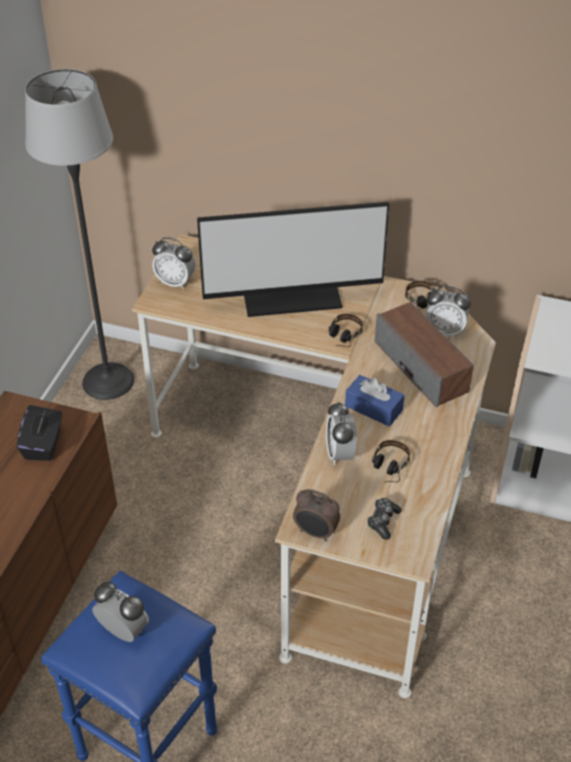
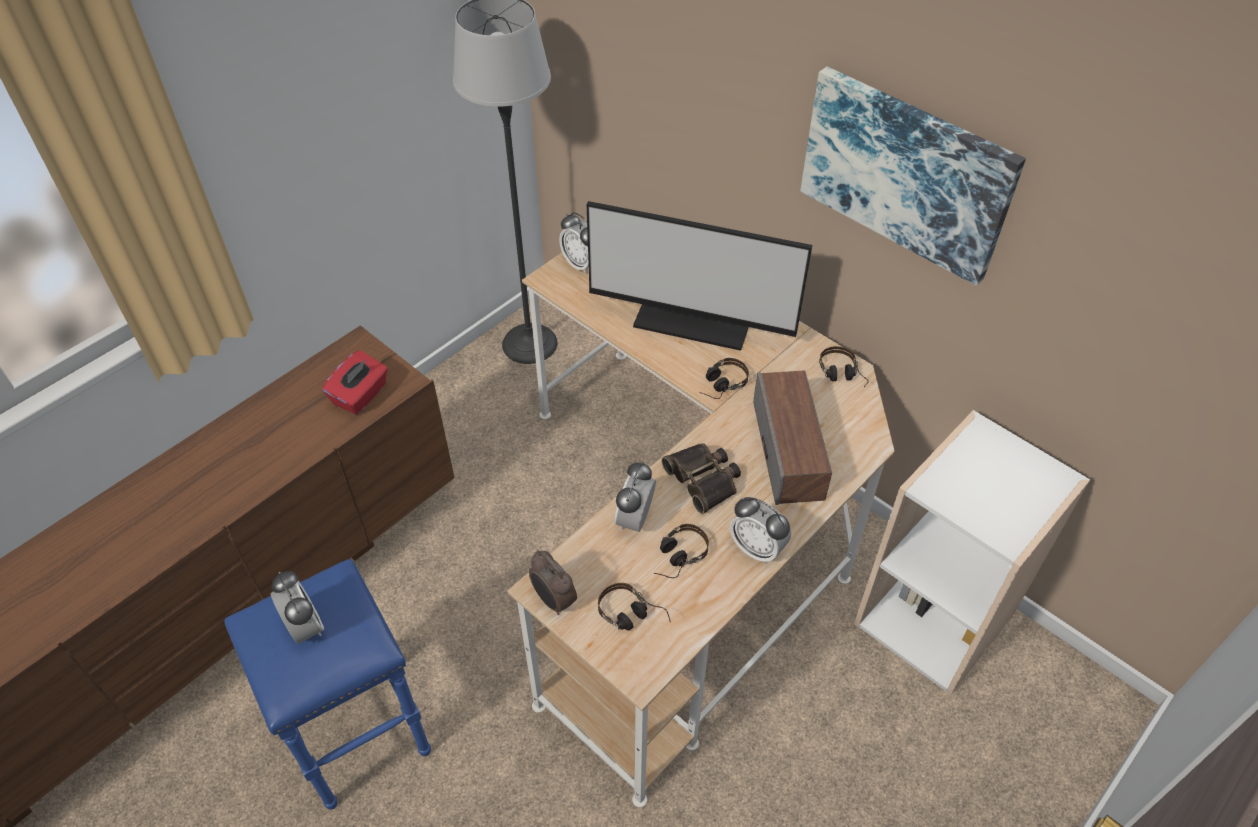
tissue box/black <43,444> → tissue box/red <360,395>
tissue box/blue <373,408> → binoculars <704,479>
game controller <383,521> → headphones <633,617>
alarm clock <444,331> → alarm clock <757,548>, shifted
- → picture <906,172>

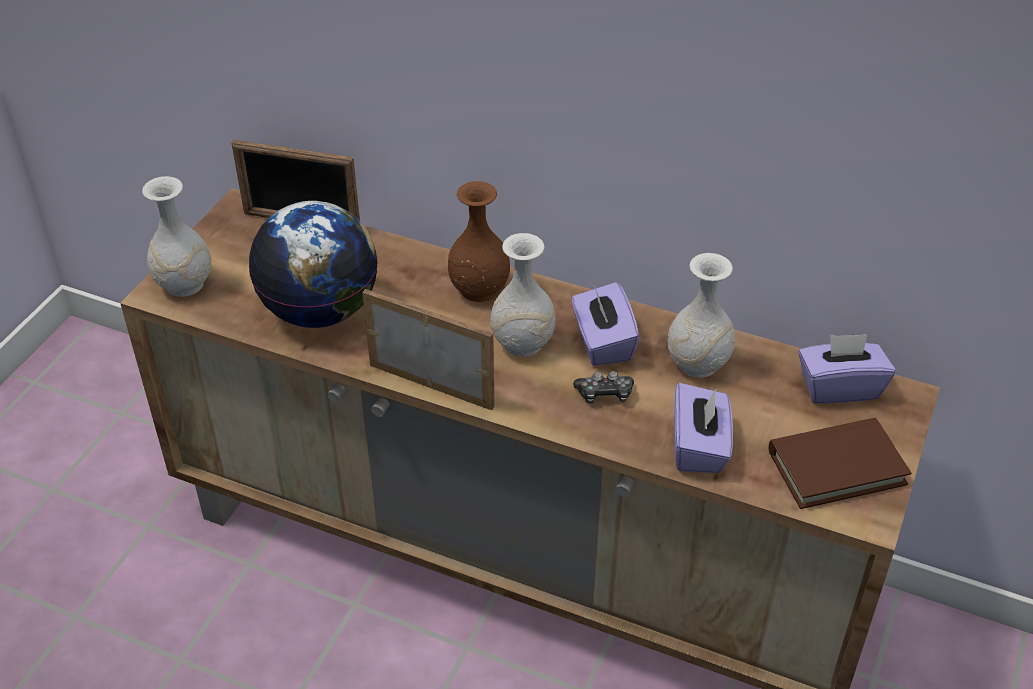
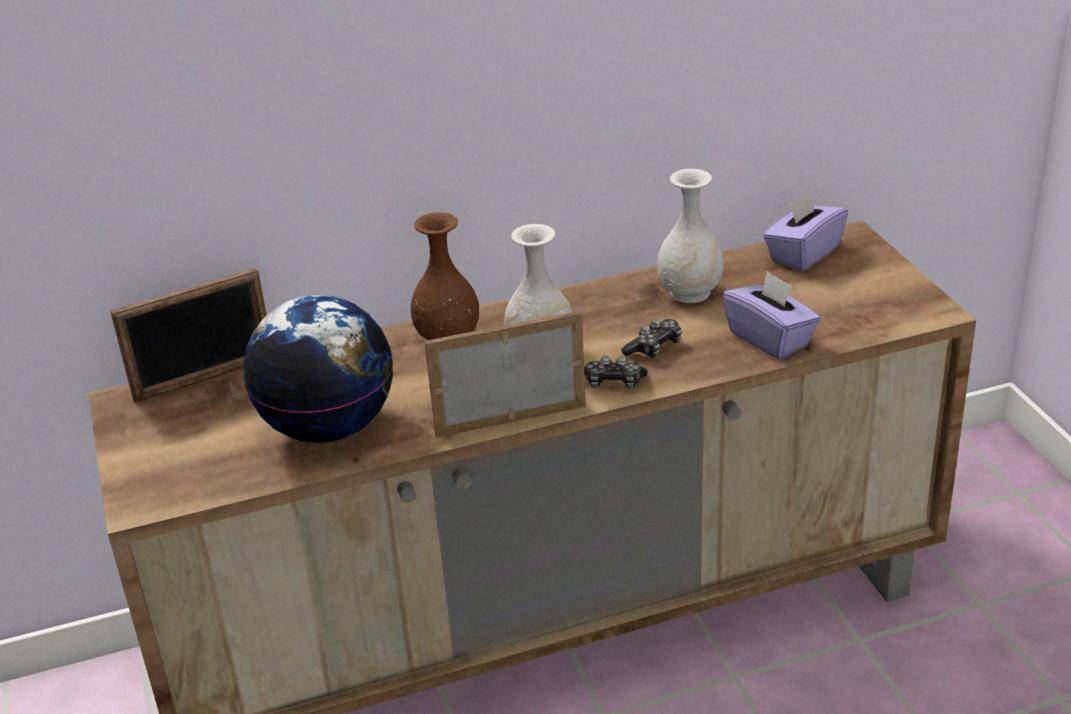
vase/white <184,284> → -
tissue box/purple <602,343> → -
book/brown <836,467> → -
- → game controller <613,382>

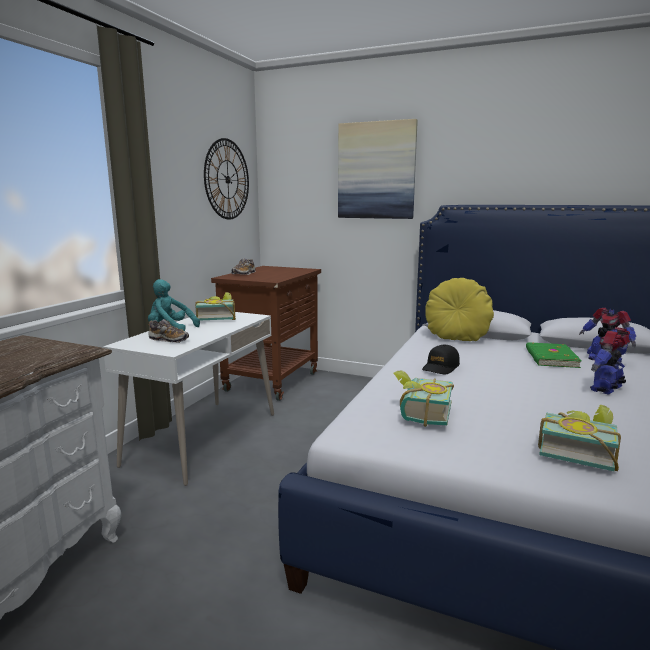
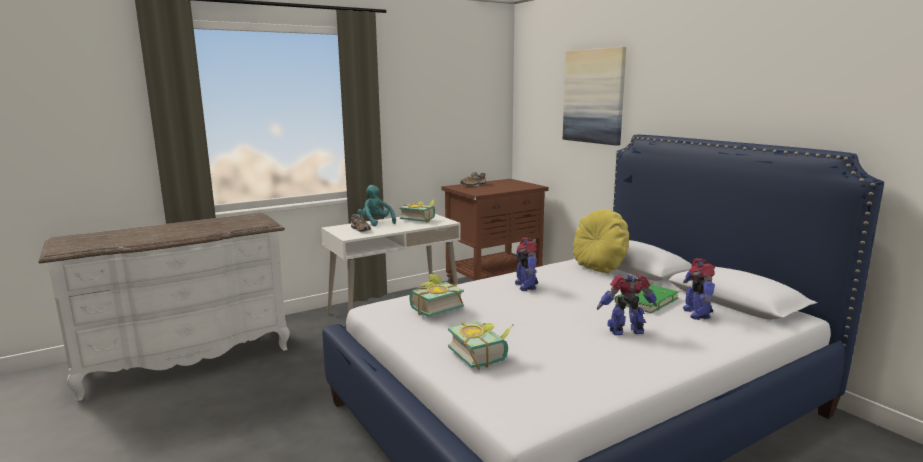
wall clock <227,179> → -
cap/black <441,367> → toy robot <526,286>

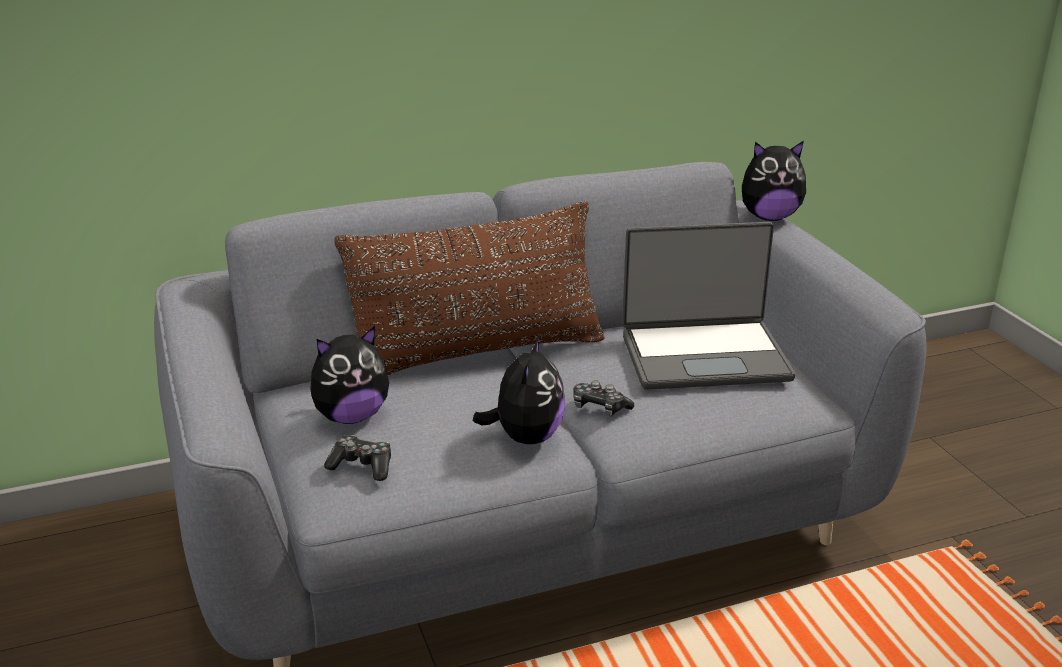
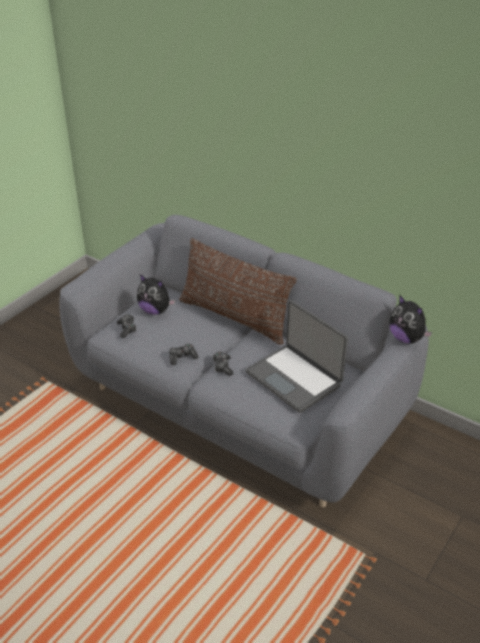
plush toy <525,437> → game controller <182,357>

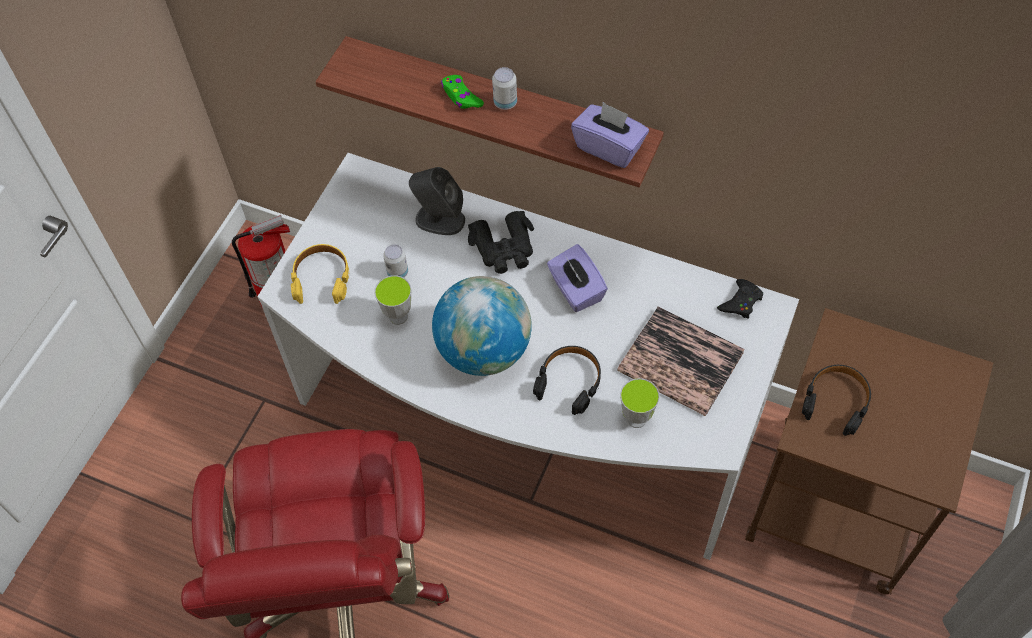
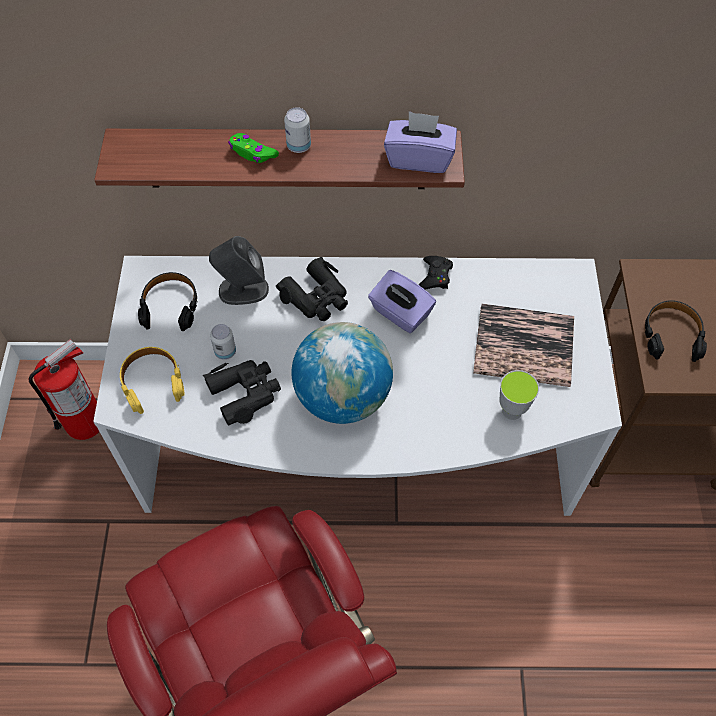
cup <398,316> → binoculars/black <245,393>
headphones/black <569,382> → headphones/black <170,306>, shifted
game controller/black <741,302> → game controller/black <435,276>, shifted

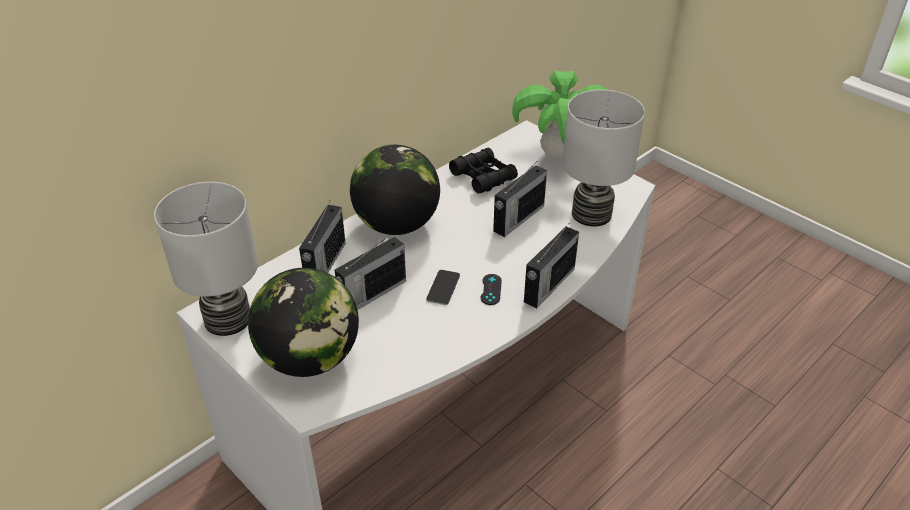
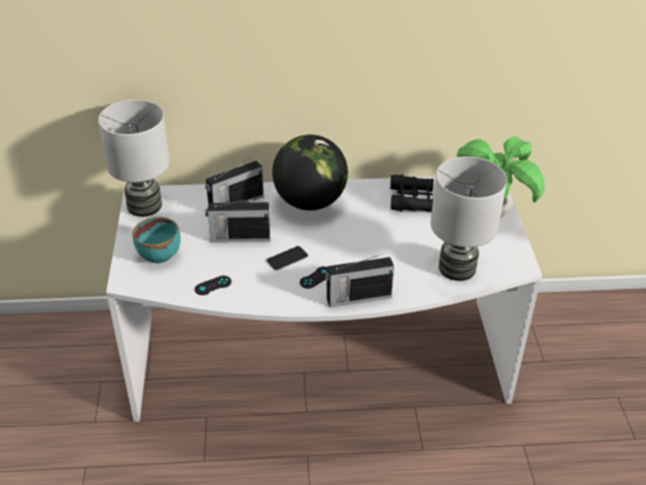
globe <310,358> → bowl/turquoise <159,254>
radio <518,219> → -
- → game controller/black <213,285>

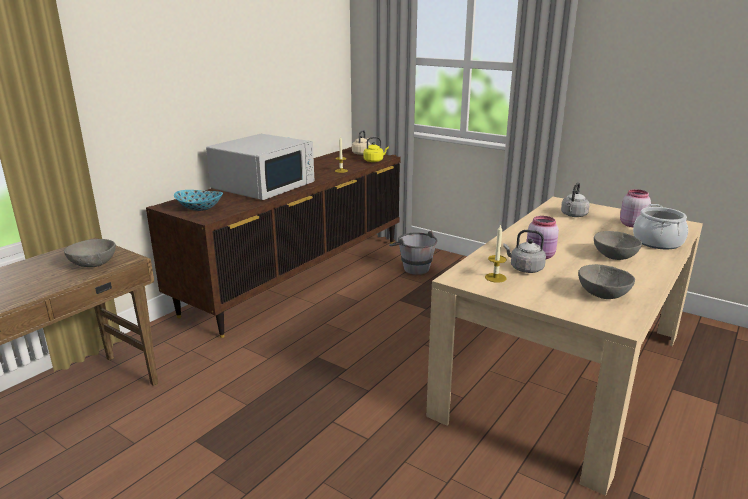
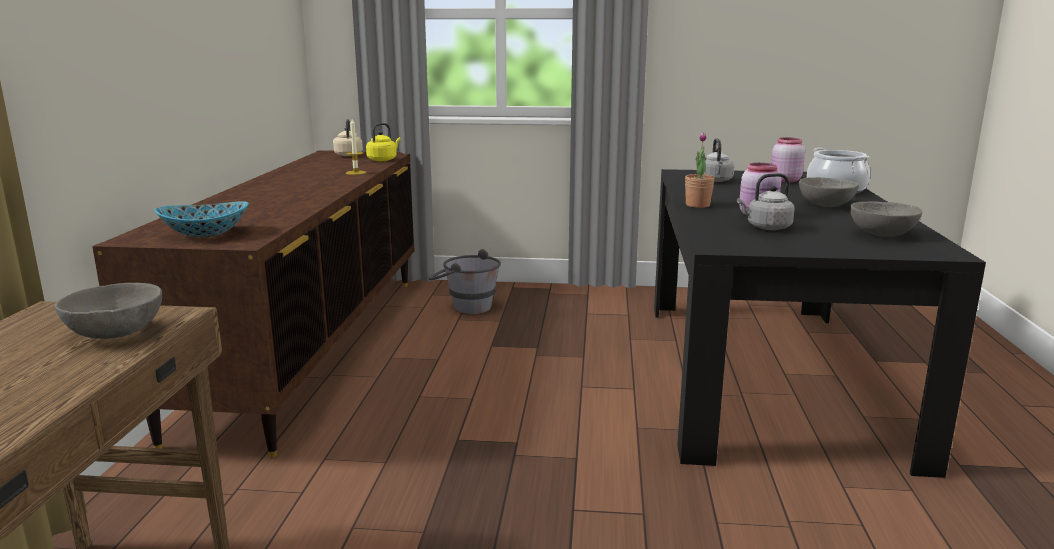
microwave/white <264,186> → -
dining table/beige <564,373> → dining table/black <766,374>
candle <495,277> → -
- → potted plant <697,205>

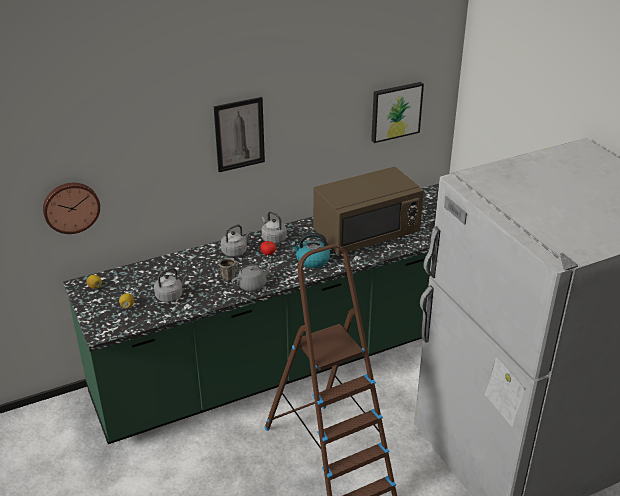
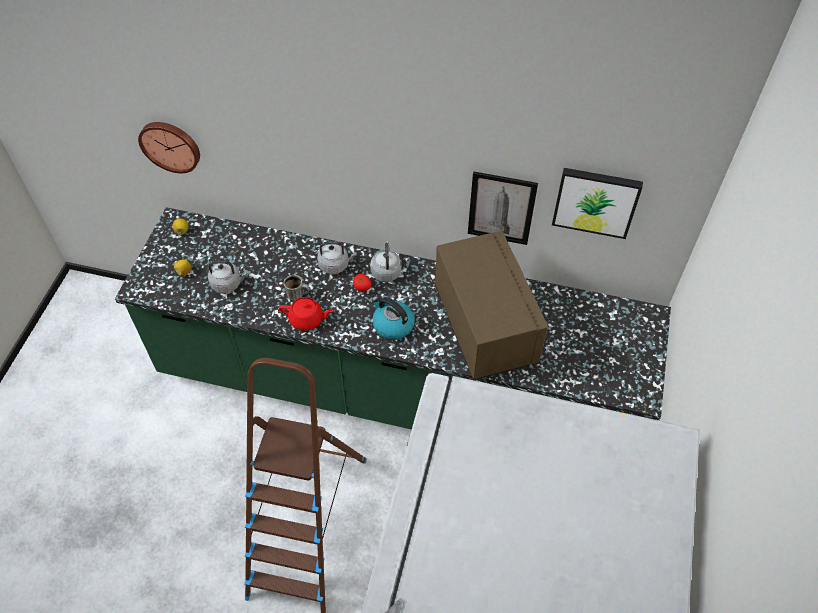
picture <239,134> → picture <501,208>, shifted
teapot/grey <252,285> → teapot/red <307,319>
microwave/brown <366,234> → microwave/brown <483,325>, 120 degrees counterclockwise

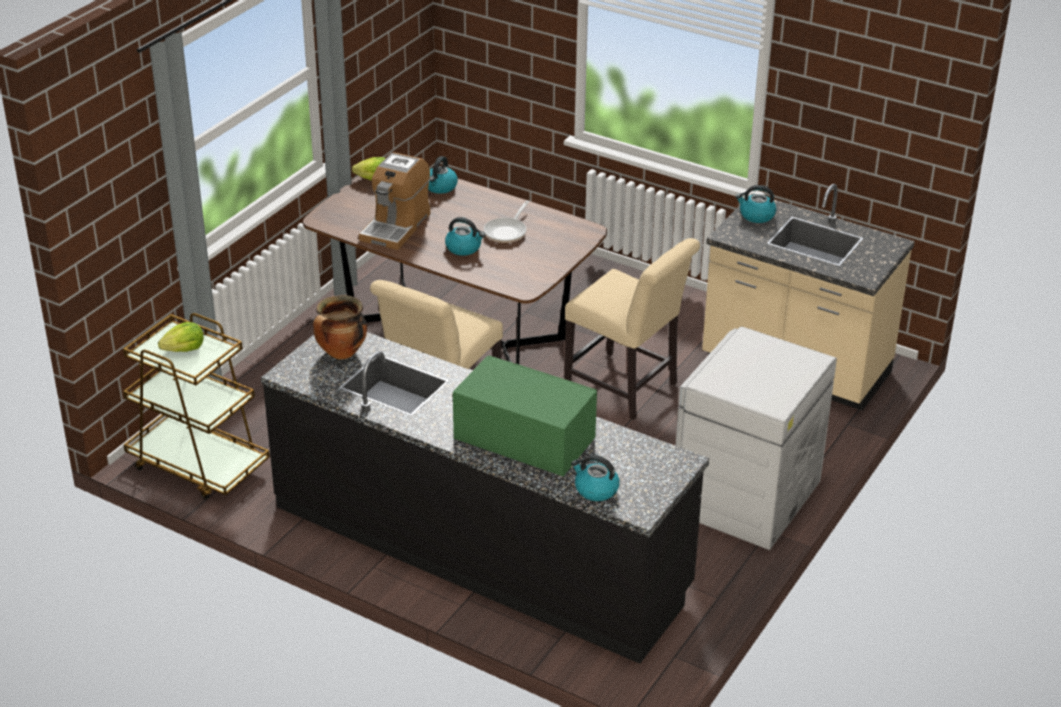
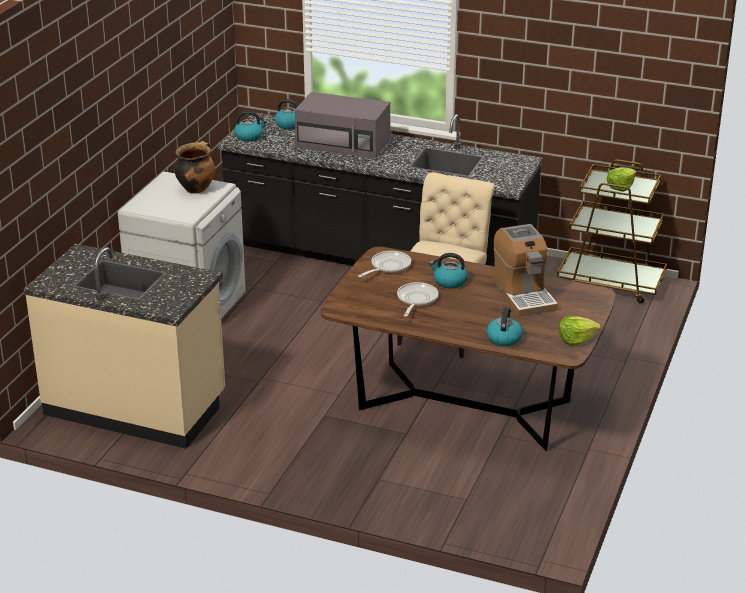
cooking pot <341,353> → cooking pot <196,188>, shifted
coffee machine <396,226> → coffee machine <523,295>, 150 degrees clockwise
microwave/green <522,437> → microwave/grey <344,143>
chair/beige <626,389> → -
kettle <756,215> → kettle <249,136>, shifted
- → frying pan <388,267>

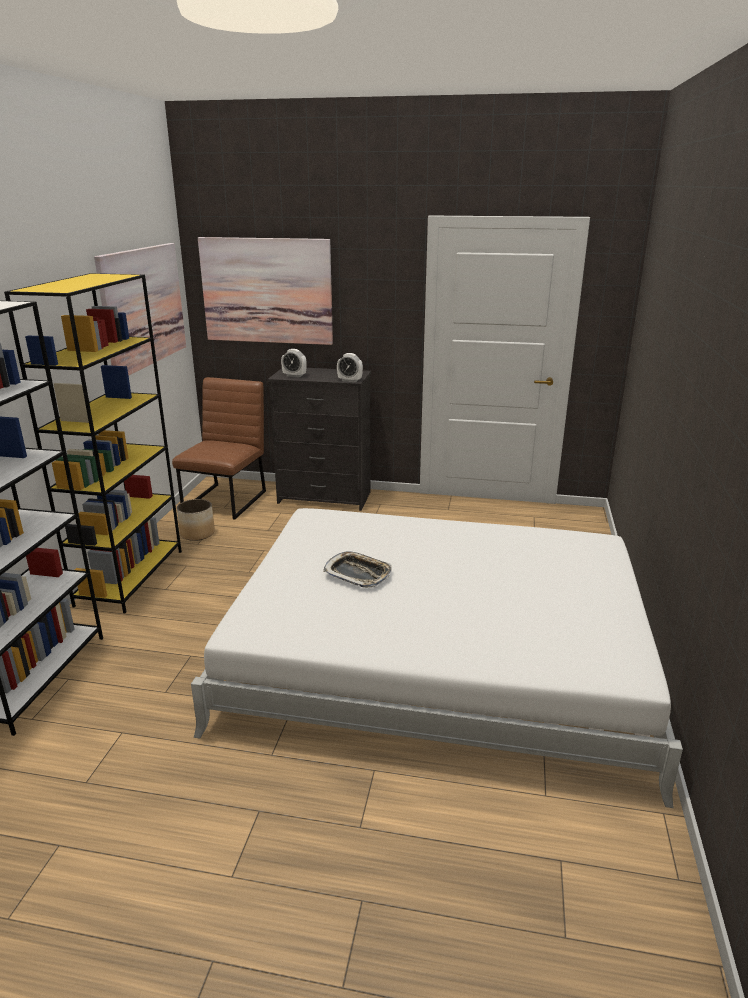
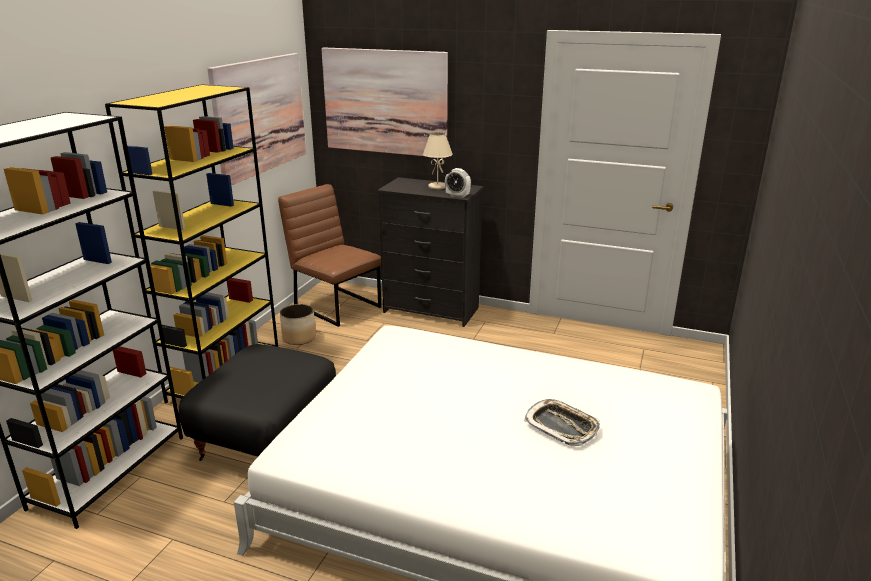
chair/brown <227,500> → chair/brown <336,305>, 75 degrees counterclockwise
alarm clock <294,376> → -
tray <358,573> → tray <561,426>, shifted
- → ottoman/black <267,438>
- → table lamp/beige <437,187>

